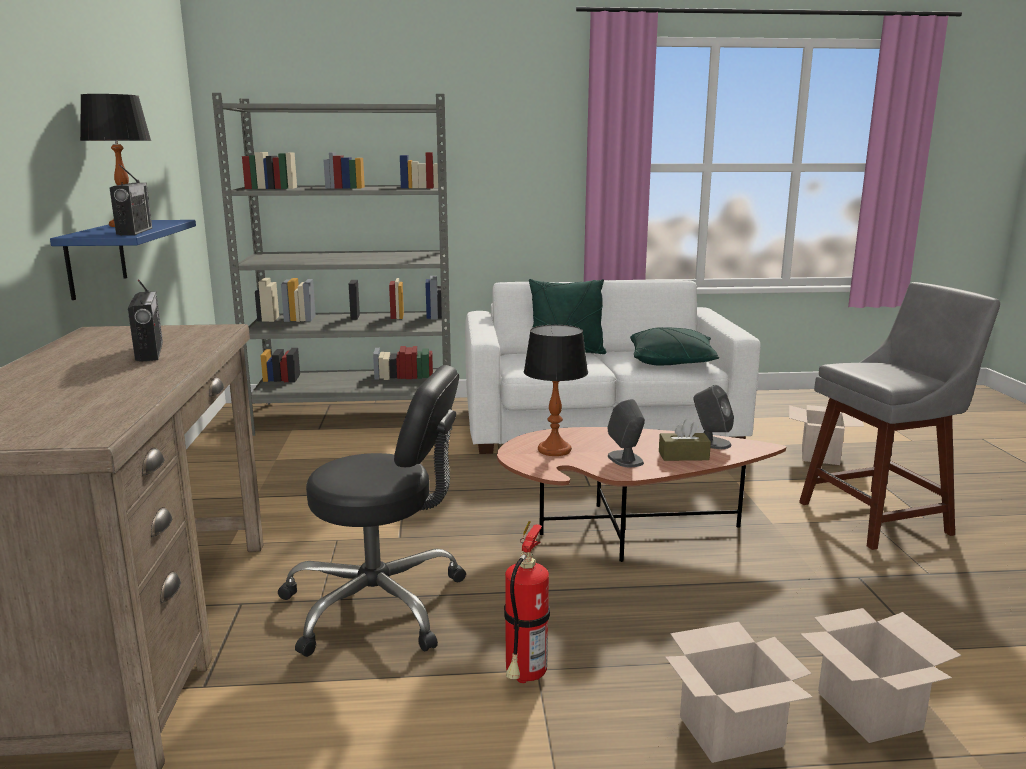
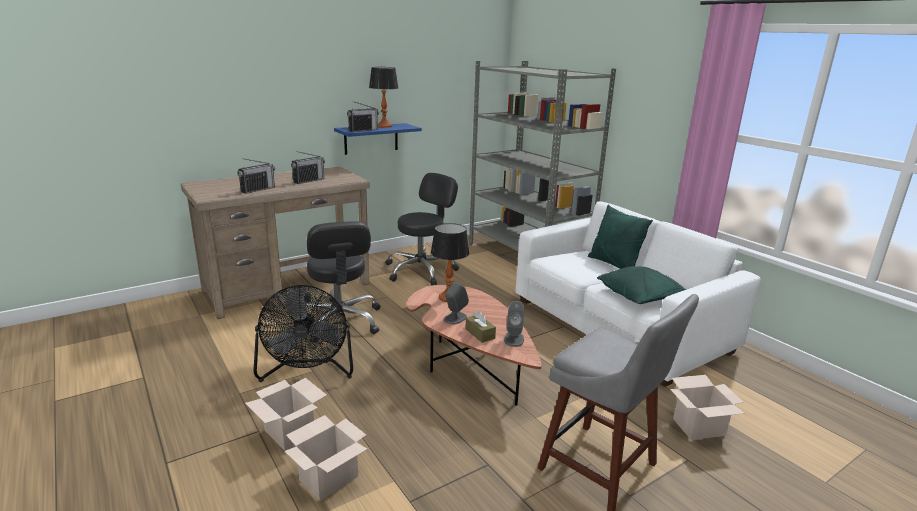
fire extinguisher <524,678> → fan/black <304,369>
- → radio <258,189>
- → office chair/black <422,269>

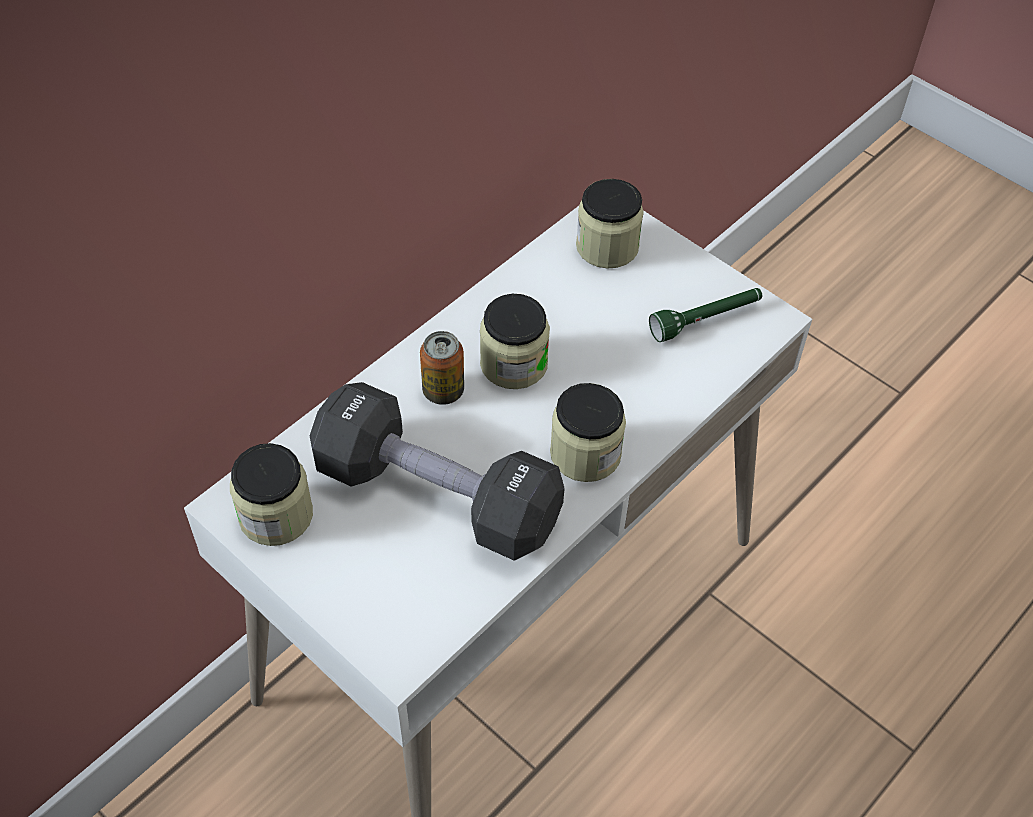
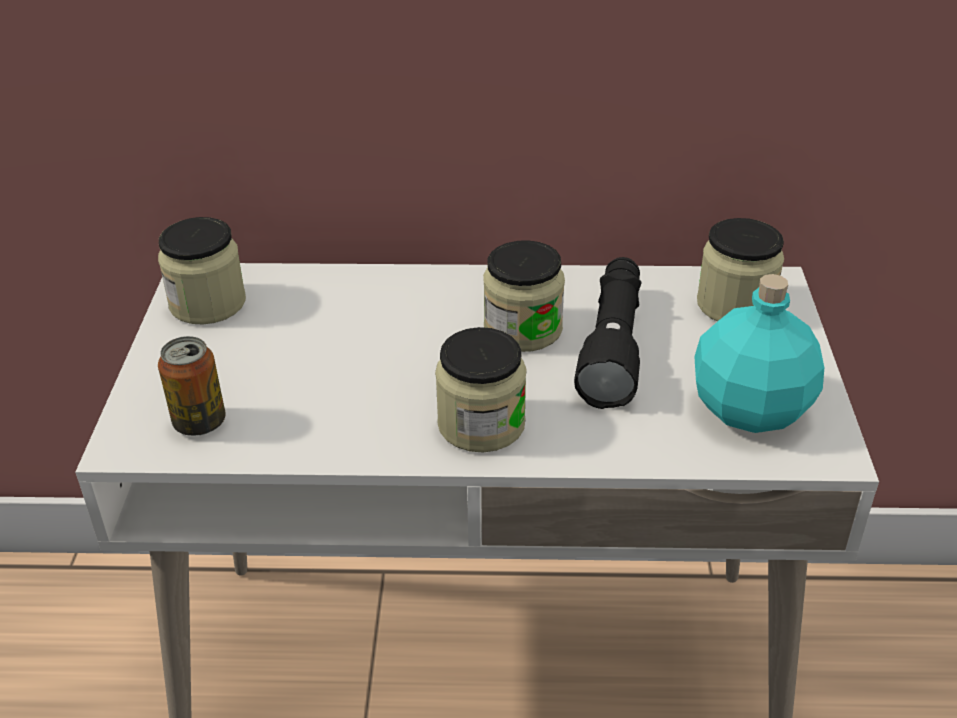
dumbbell/black <437,494> → -
can <443,391> → can <199,422>, shifted
flashlight/green <706,320> → bottle/turquoise <752,409>
- → flashlight/black <613,345>

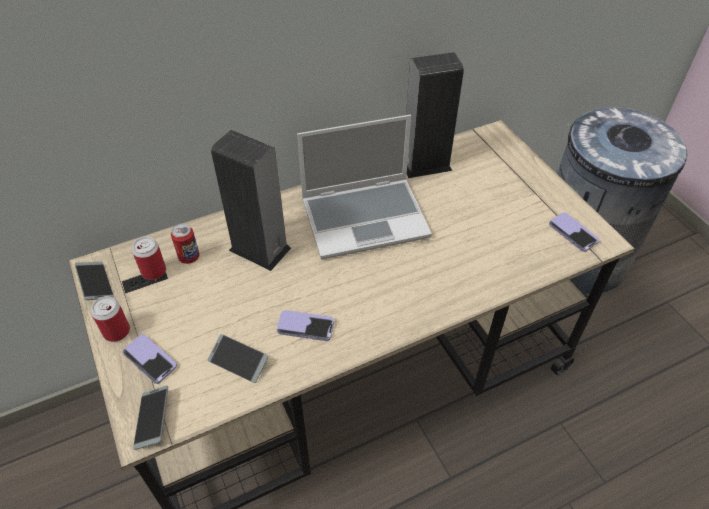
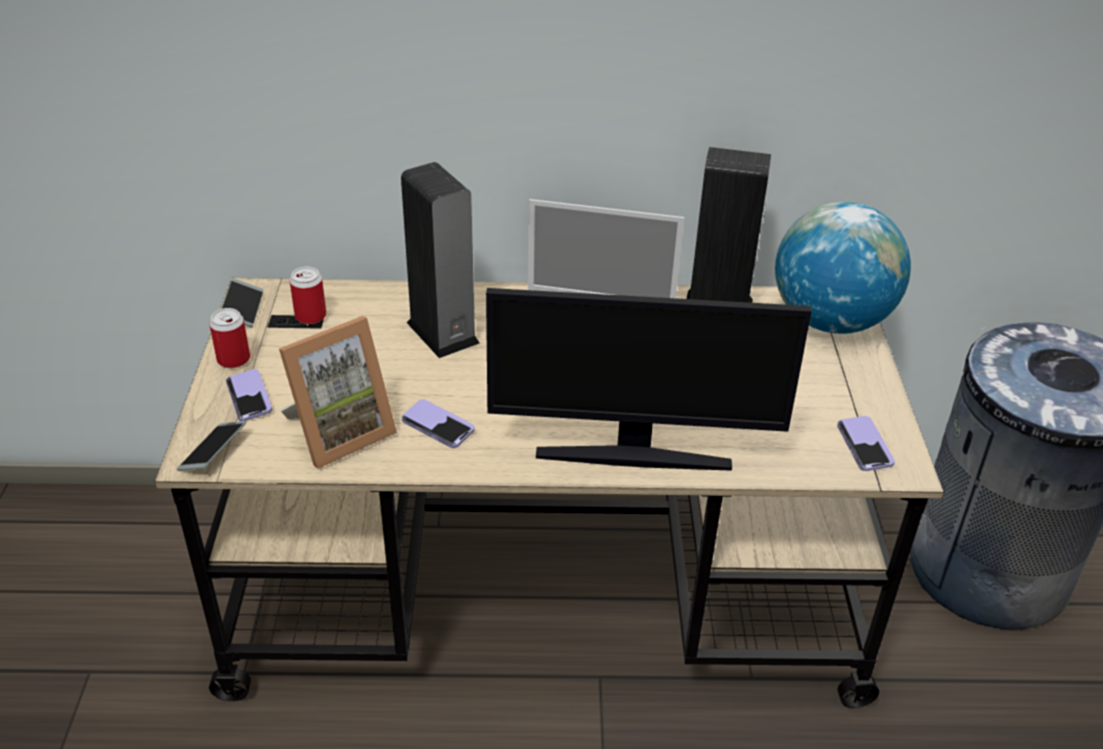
can <189,257> → -
phone <238,361> → picture frame <339,432>
- → monitor <633,455>
- → globe <830,320>

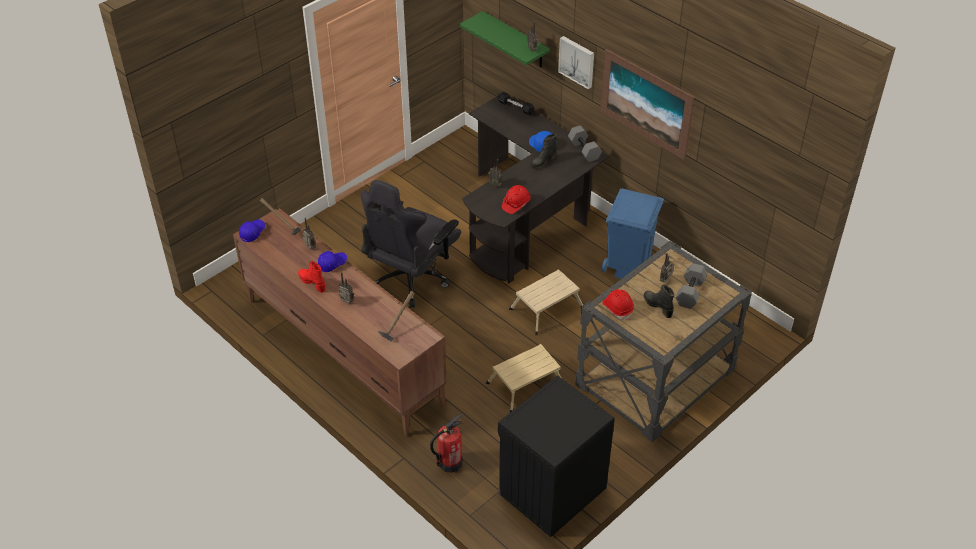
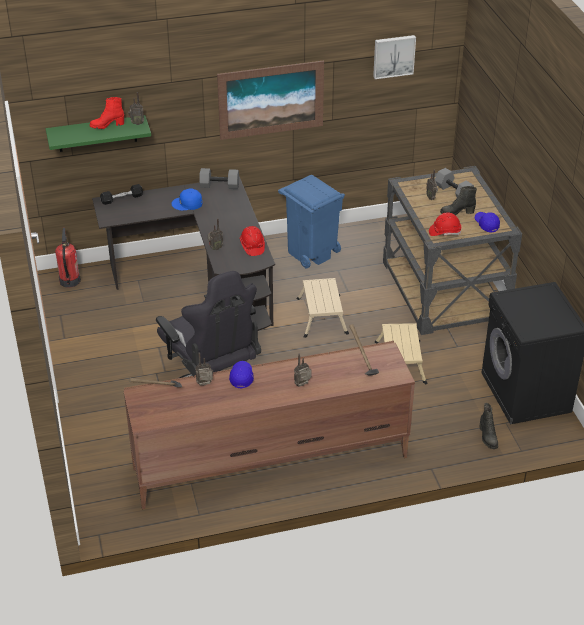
cap/blue <252,233> → cap/blue <486,224>, shifted
boot/red <312,282> → boot/red <107,125>, shifted
fire extinguisher <449,462> → fire extinguisher <69,281>, shifted
boot/black <543,162> → boot/black <487,437>, shifted
picture <577,61> → picture <393,56>, shifted

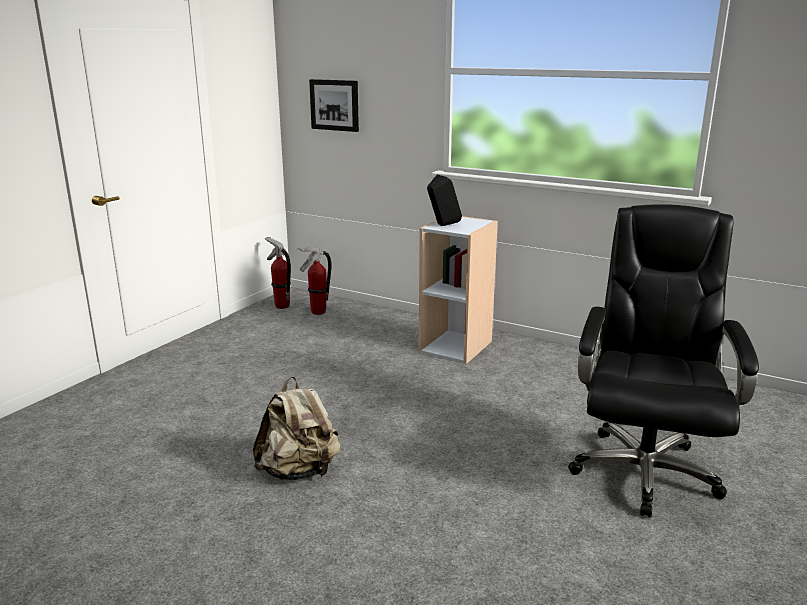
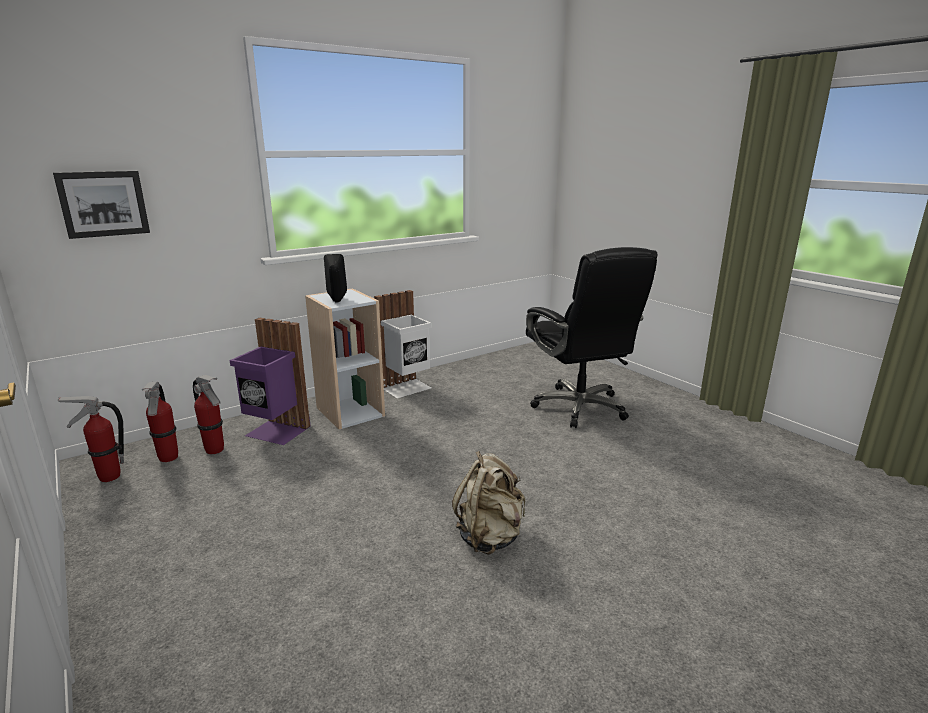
office chair/black <644,474> → office chair/black <578,406>, 150 degrees counterclockwise
- → fire extinguisher <215,450>
- → trash can/purple <276,432>
- → trash can/white <407,388>

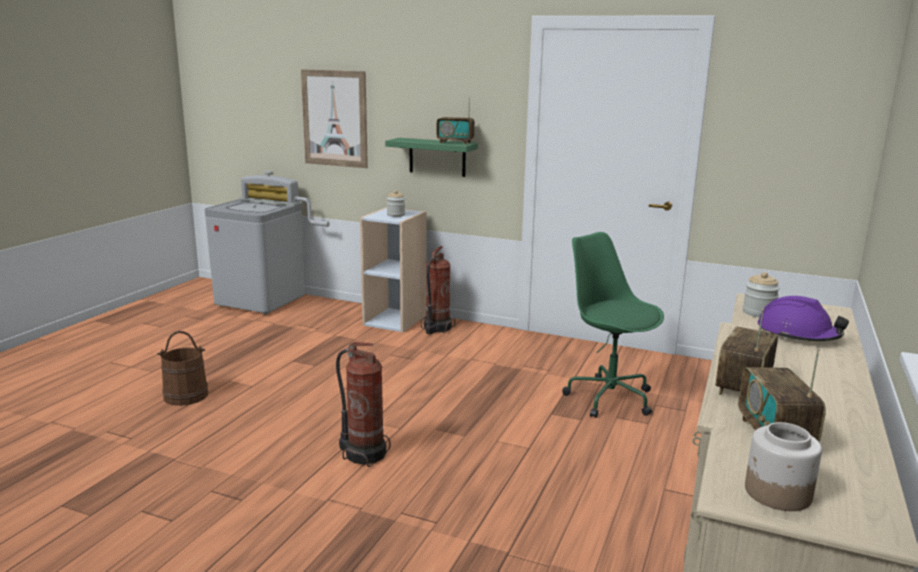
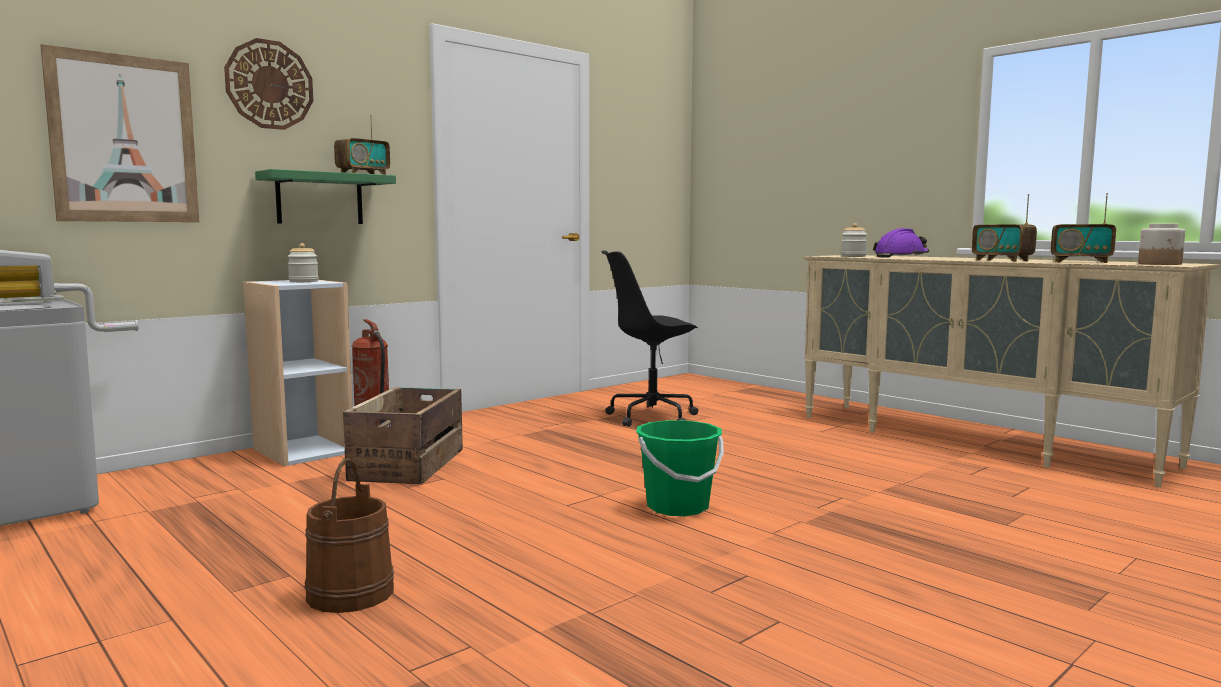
fire extinguisher <364,453> → bucket/green <678,507>
office chair/green <607,398> → office chair/black <649,417>
- → wall clock <269,84>
- → crate <410,465>

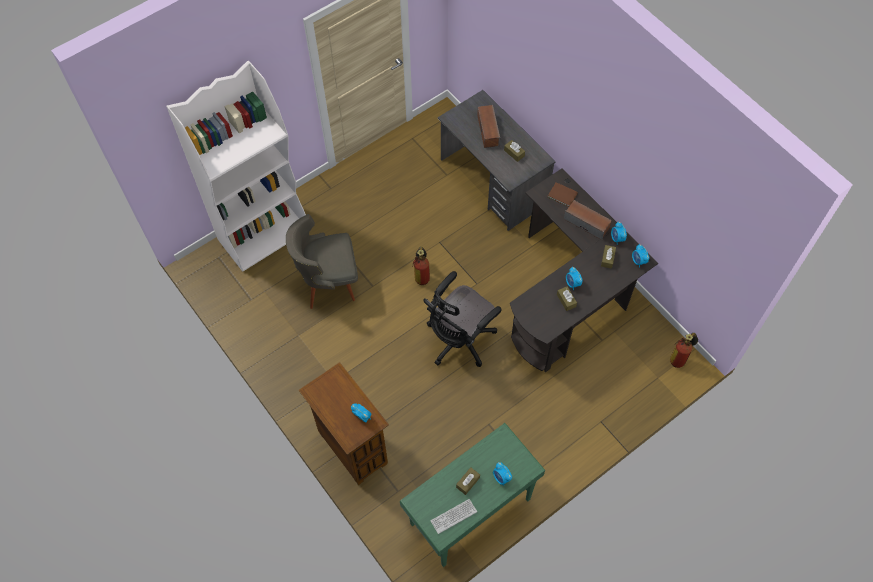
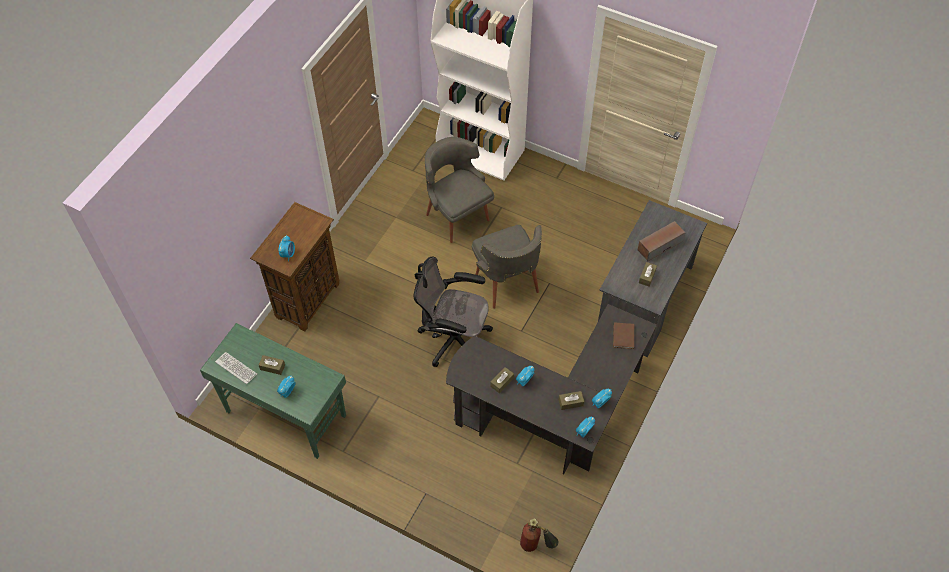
fire extinguisher <422,274> → chair/grey <506,283>
speaker <586,223> → -

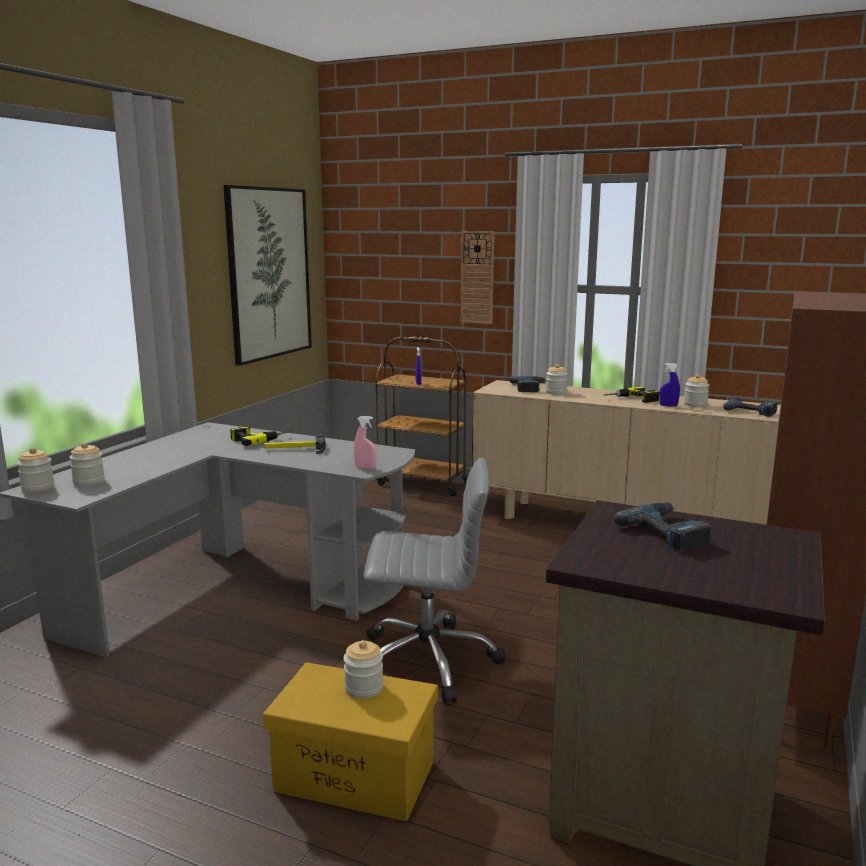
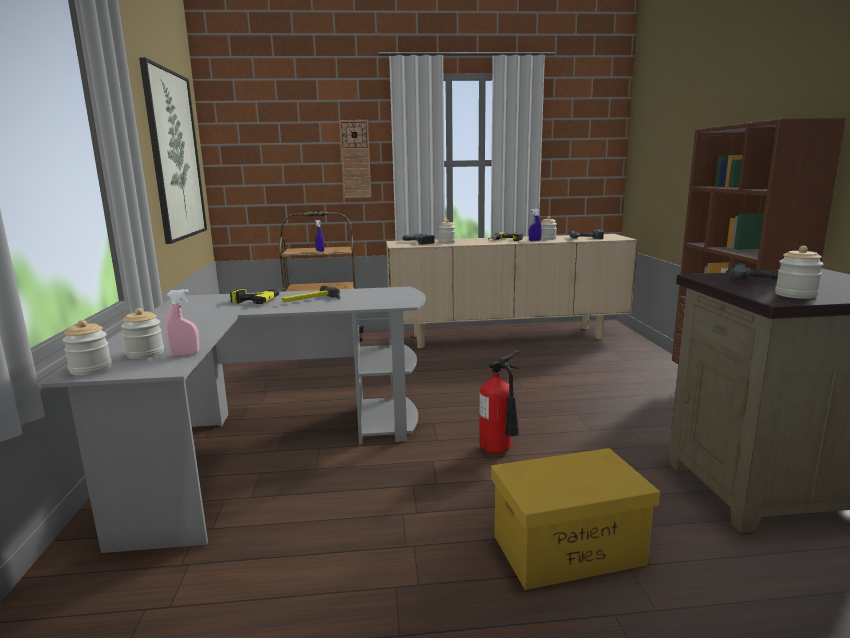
jar <364,688> → jar <795,295>, shifted
spray bottle/pink <365,468> → spray bottle/pink <185,354>, shifted
office chair/grey <428,660> → fire extinguisher <500,451>

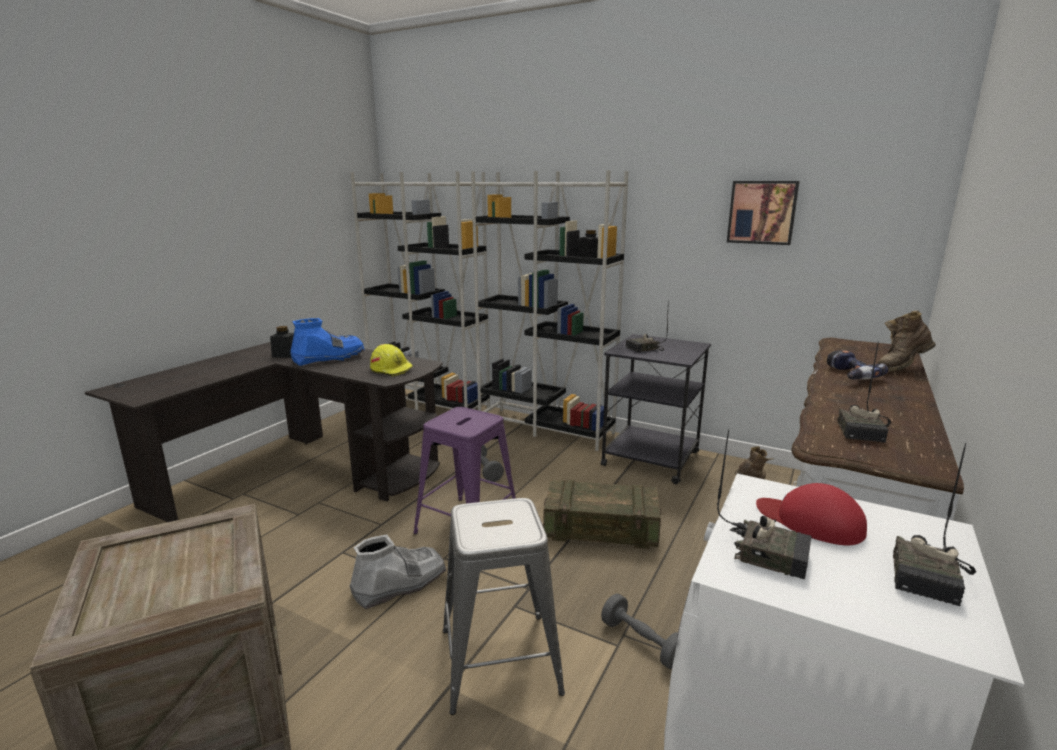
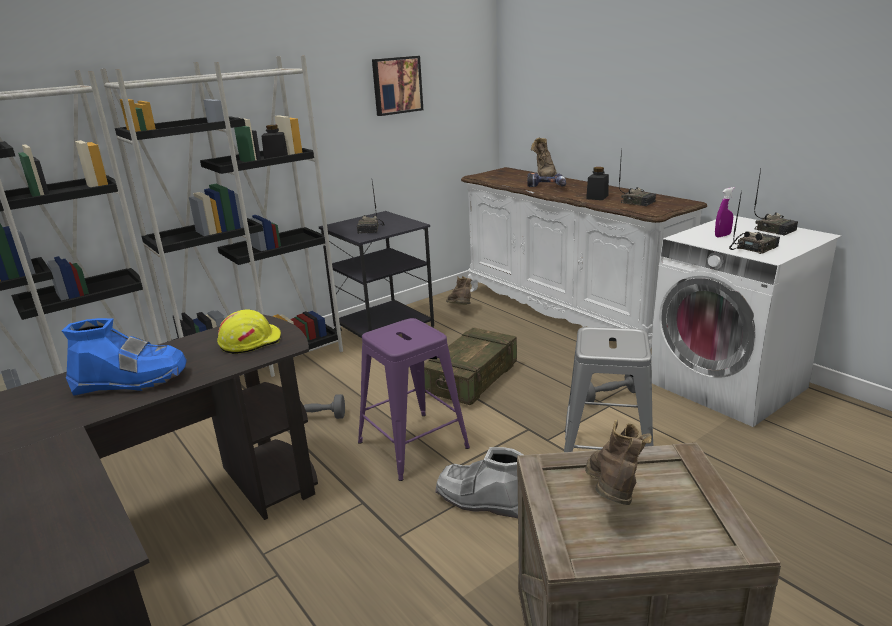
jar/black <285,355> → jar/black <597,197>, shifted
boot/blue <329,358> → boot/blue <132,381>, 90 degrees clockwise
boot/grey <399,584> → boot/grey <483,499>, 60 degrees counterclockwise
cap/red <810,521> → spray bottle/purple <722,235>
- → boot/brown <612,497>

